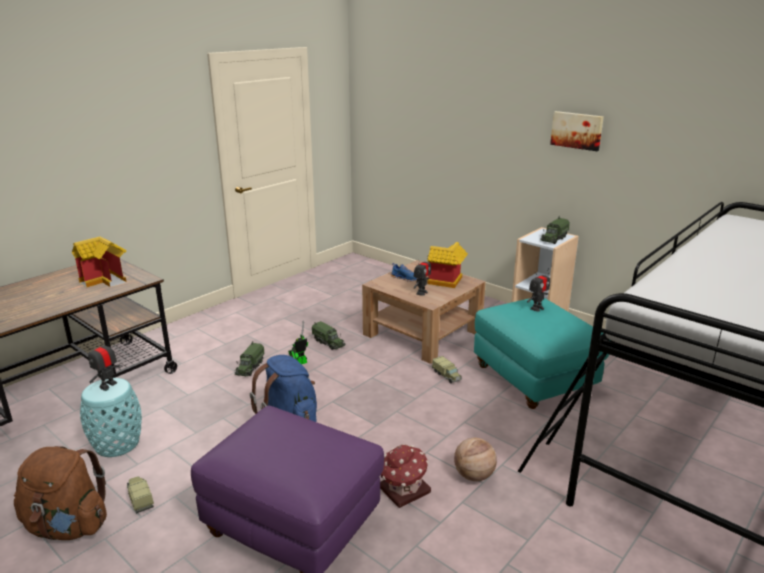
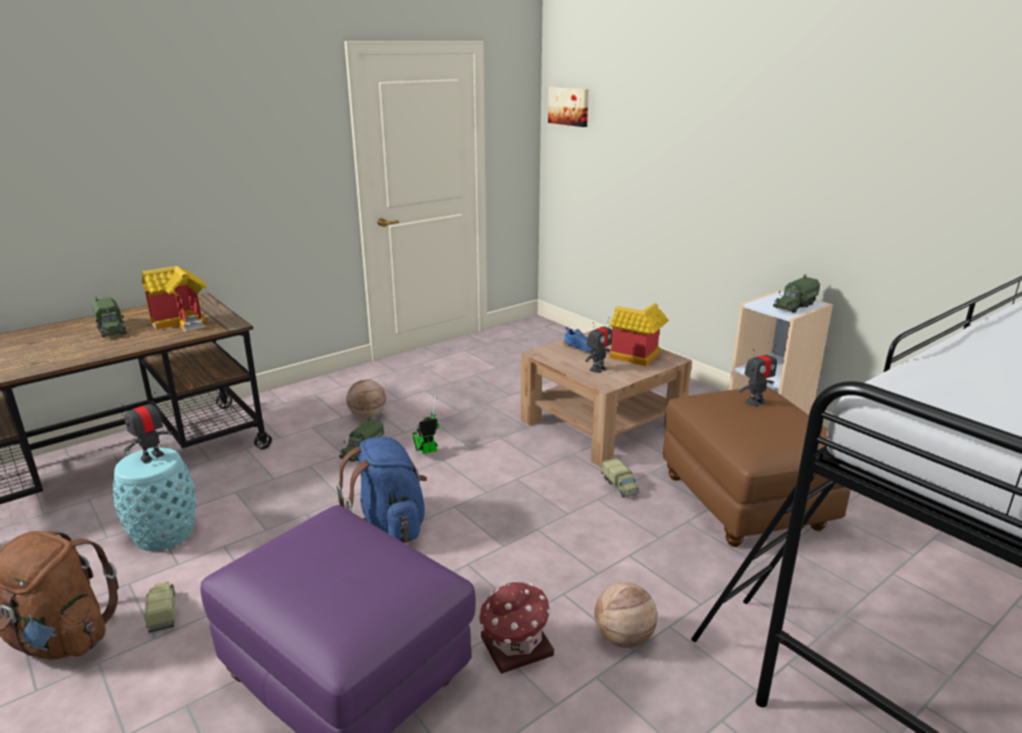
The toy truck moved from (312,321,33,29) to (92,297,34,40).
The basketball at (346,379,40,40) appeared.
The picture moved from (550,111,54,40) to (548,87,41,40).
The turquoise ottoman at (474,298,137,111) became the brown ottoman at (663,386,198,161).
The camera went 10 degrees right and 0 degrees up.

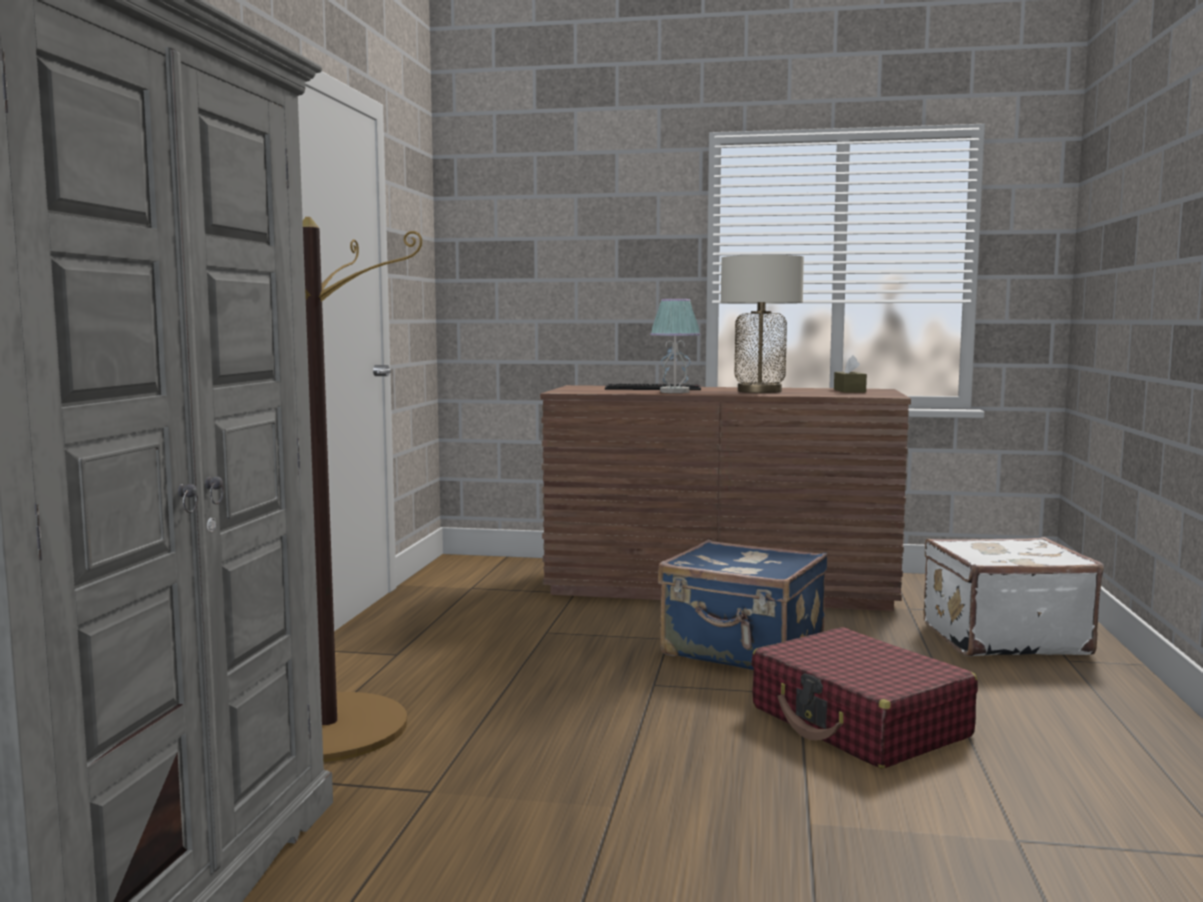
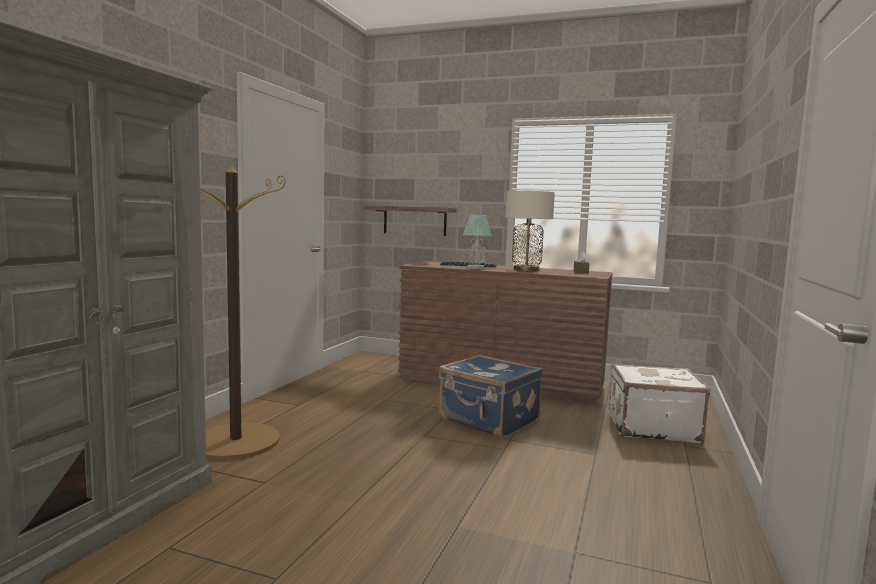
The shelf at (364,205,93,31) appeared.
The red suitcase at (751,627,227,142) disappeared.
The camera went 10 degrees right and 0 degrees up.

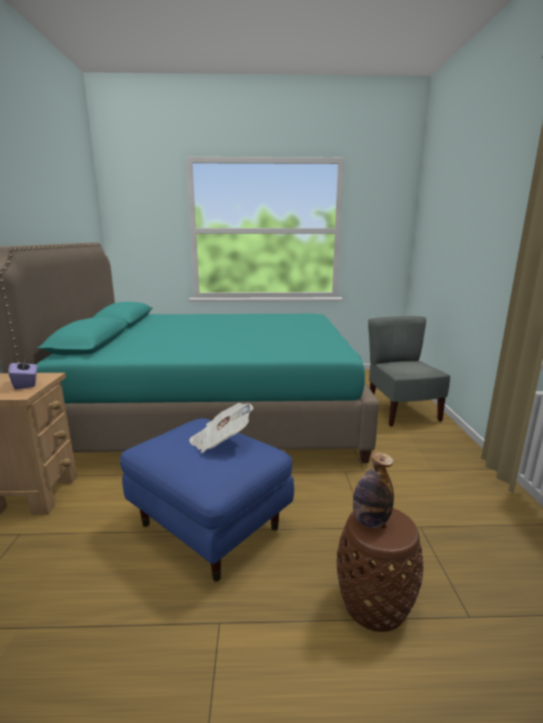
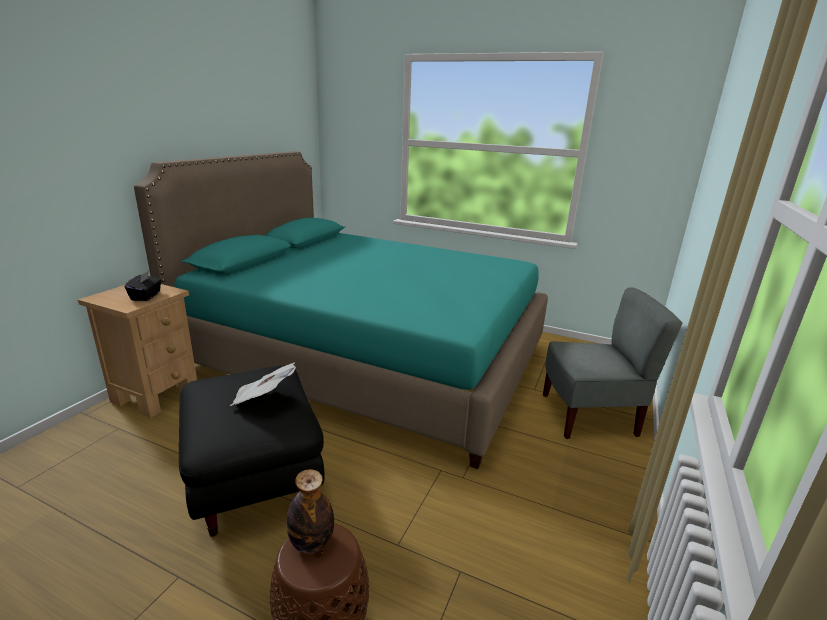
The purple tissue box at (8,358,29,31) became the black tissue box at (125,271,37,30).
The blue ottoman at (120,418,174,163) became the black ottoman at (179,366,146,171).
The grey chair at (368,316,82,111) turned 75 degrees clockwise.
The camera went 25 degrees right and 5 degrees up.

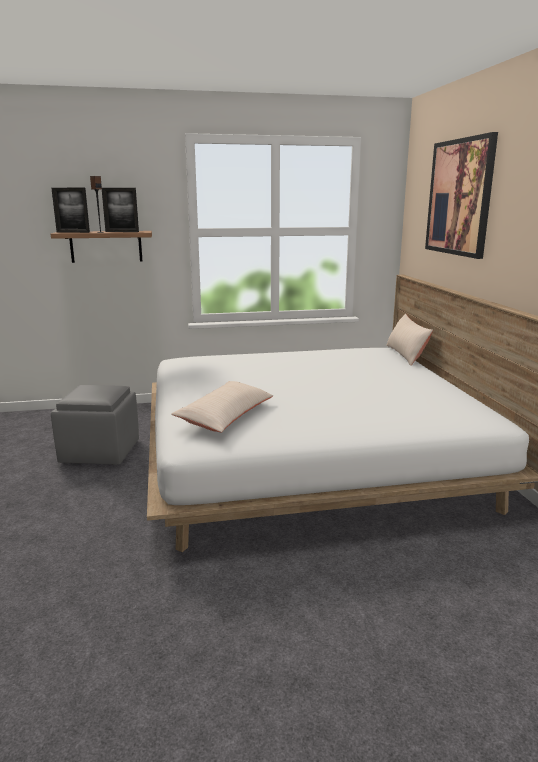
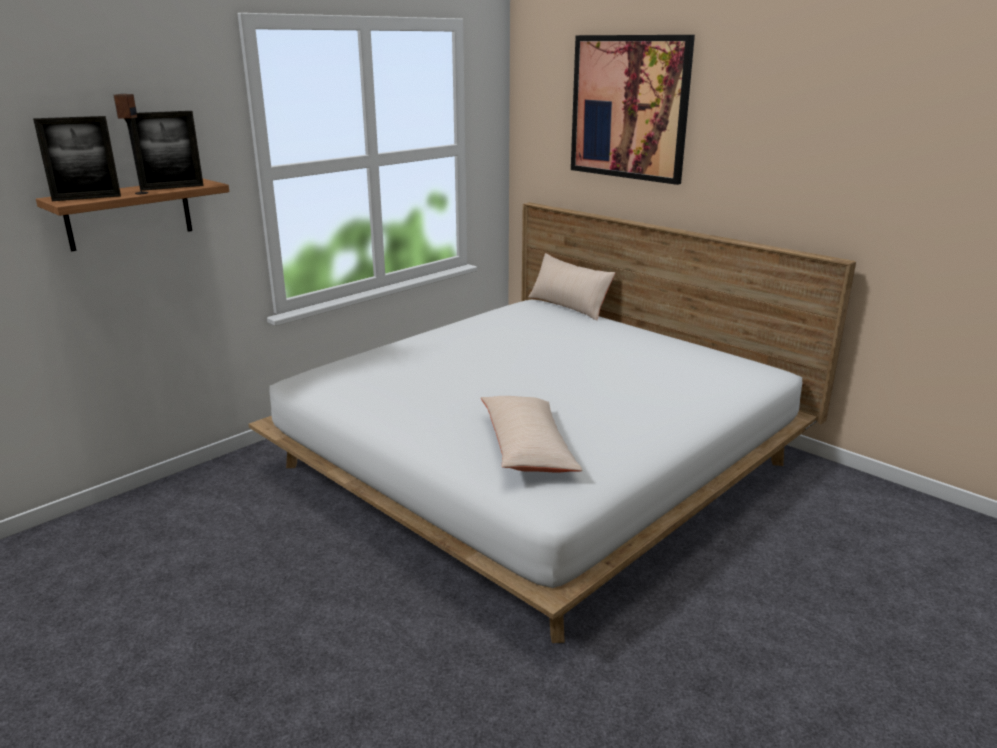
The grey ottoman at (51,385,88,80) disappeared.
The camera went 35 degrees left and 5 degrees up.

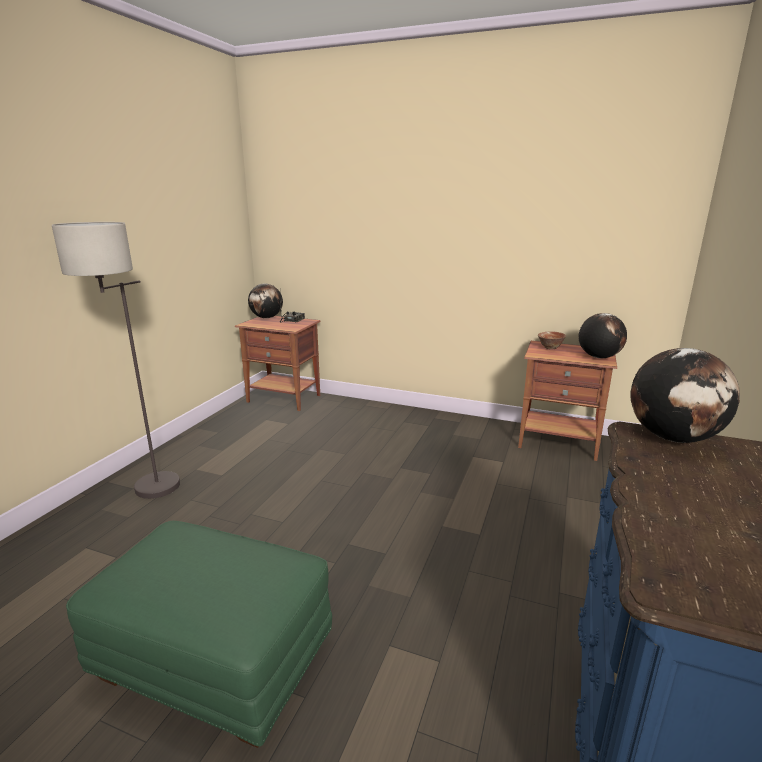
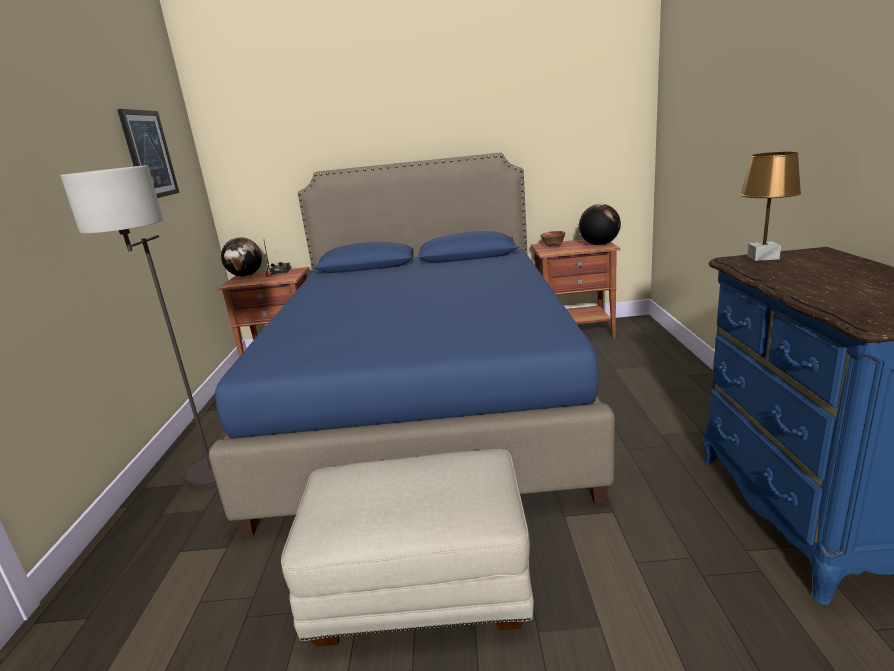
The picture at (117,109,62,89) appeared.
The blue bed at (209,152,406,386) appeared.
The green ottoman at (66,521,266,227) became the beige ottoman at (281,449,253,198).
The globe at (630,348,110,95) was replaced by the brown table lamp at (740,152,61,109).
The camera went 20 degrees left and 0 degrees up.

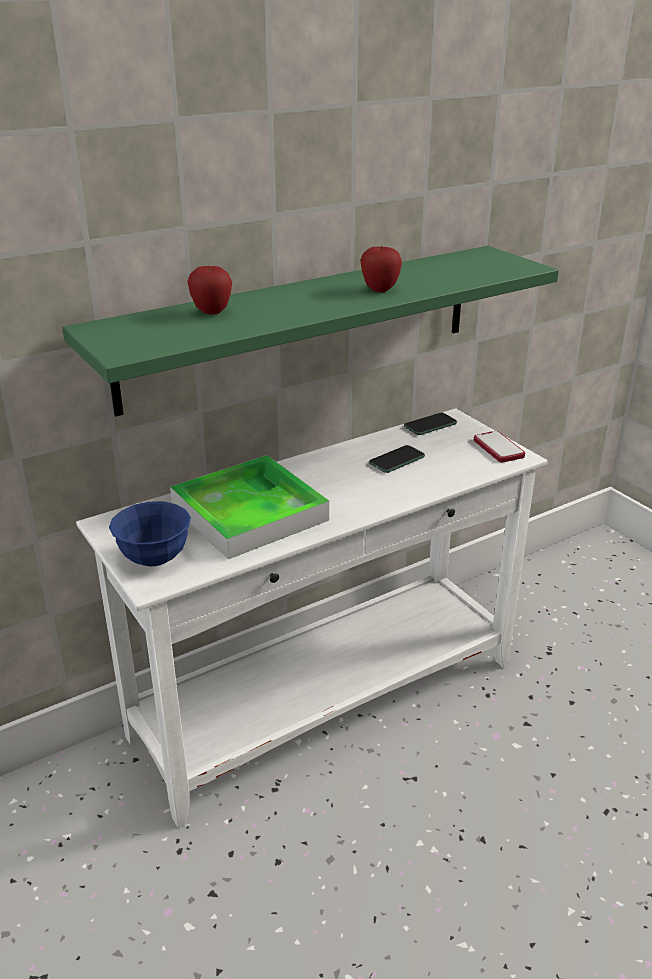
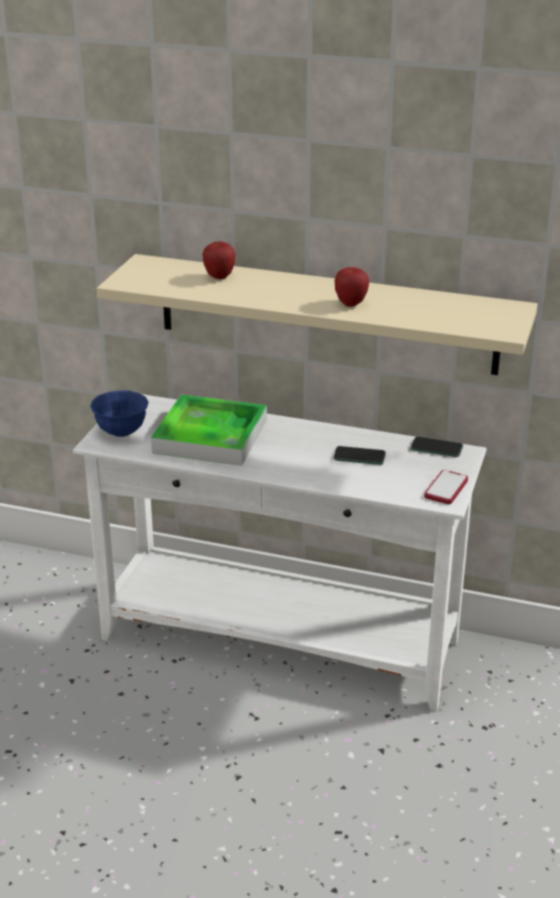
The green shelf at (62,246,497,171) became the beige shelf at (97,254,441,121).
The camera went 50 degrees right and 0 degrees up.

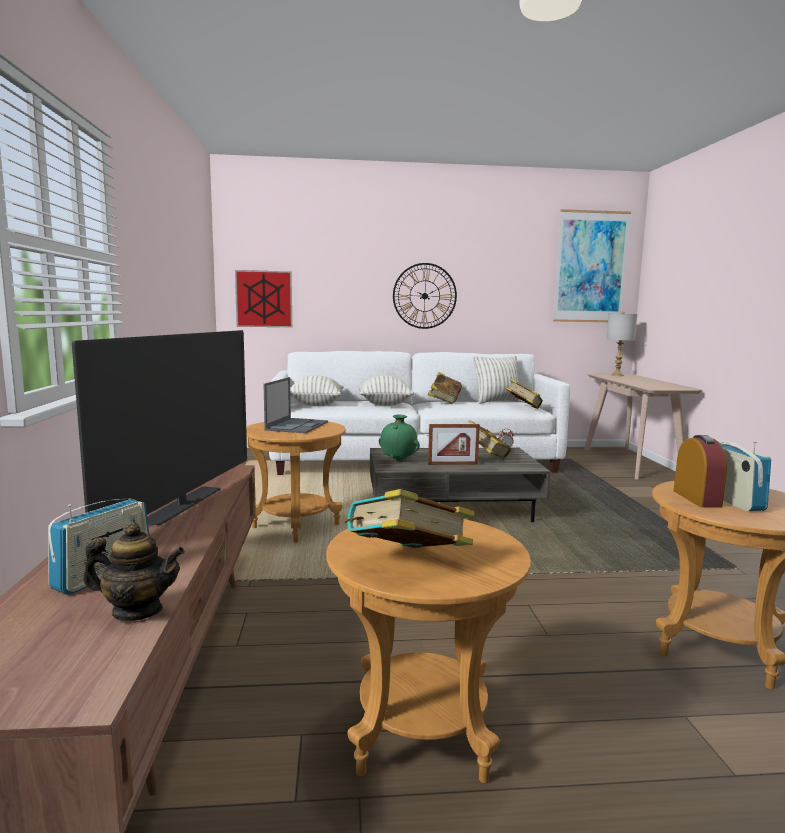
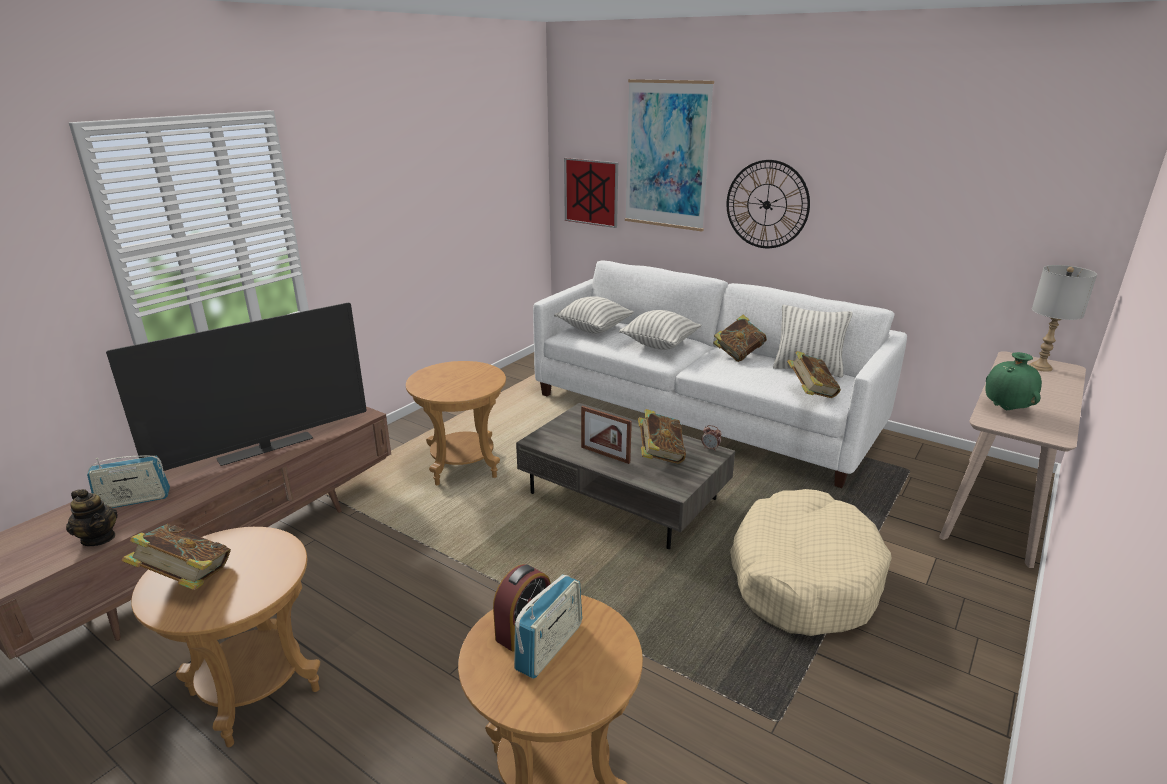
The picture moved from (553,209,78,113) to (625,79,89,152).
The beige dog bed at (730,489,162,147) appeared.
The green vase moved from (379,415,41,46) to (985,352,57,58).
The laptop at (264,377,64,56) disappeared.
The camera went 40 degrees right and 15 degrees up.

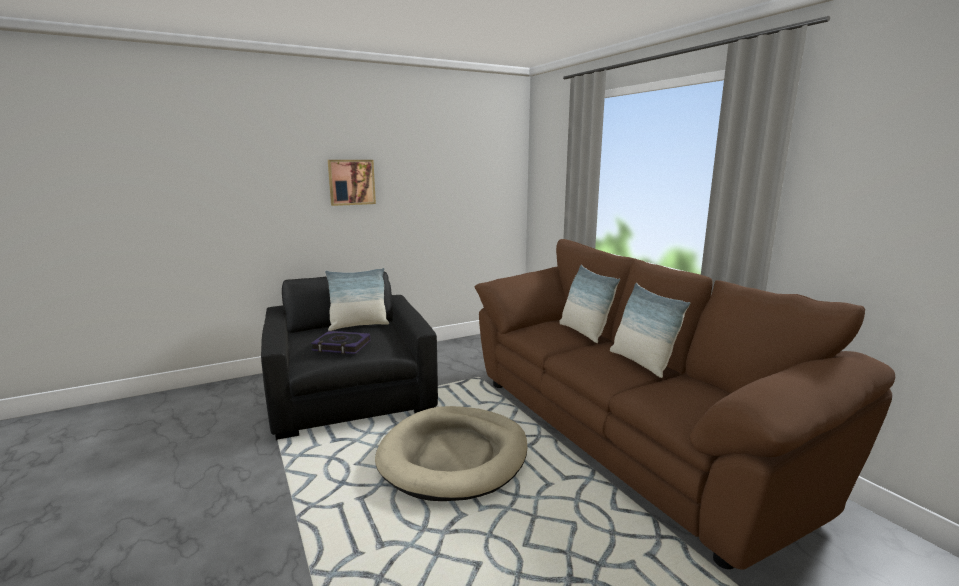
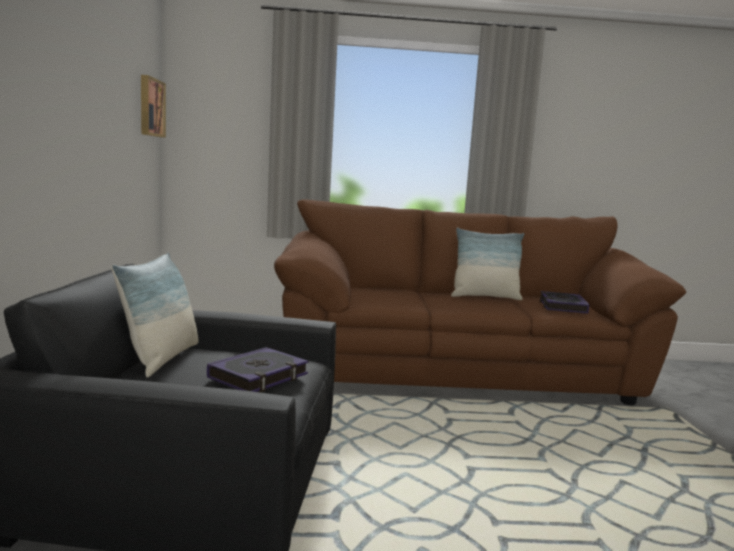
The picture moved from (328,160,48,46) to (141,75,25,63).
The book at (540,291,49,23) appeared.
The beige dog bed at (375,406,152,95) disappeared.
The pillow at (559,265,61,78) disappeared.
The camera went 65 degrees left and 5 degrees down.

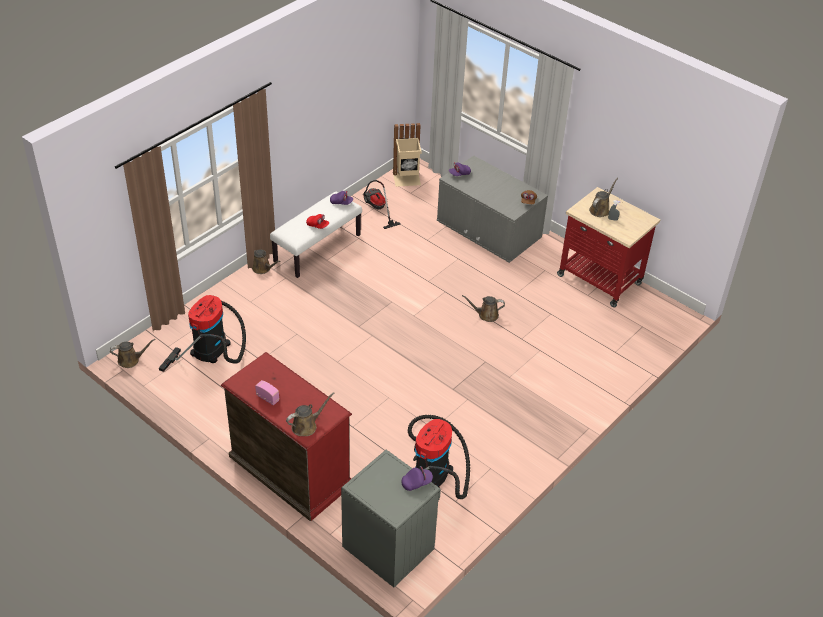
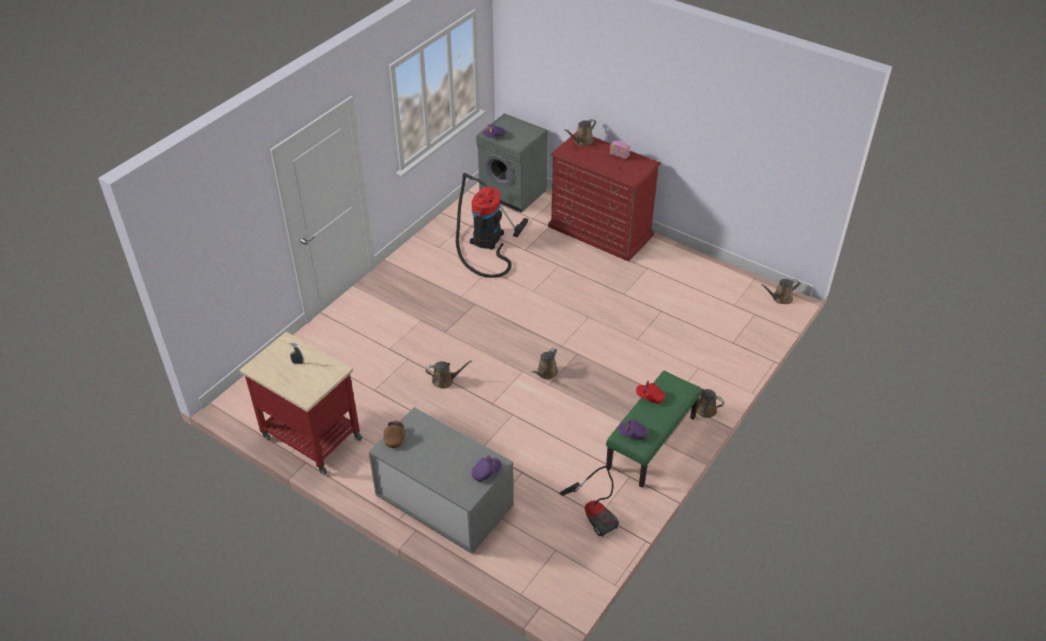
The brown watering can moved from (589,177,29,40) to (532,348,26,31).
The white bench at (270,192,92,86) became the green bench at (606,371,96,117).
The vacuum cleaner at (159,295,87,77) disappeared.
The beige trash can at (393,123,28,64) disappeared.
The camera went 175 degrees right and 0 degrees up.

